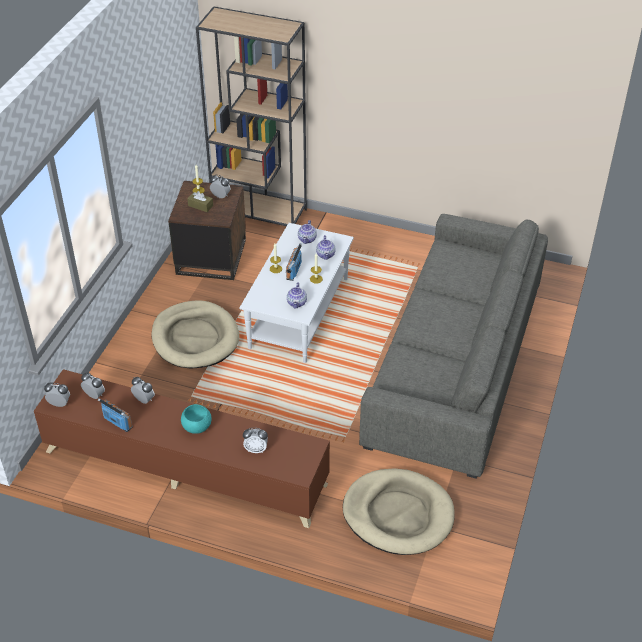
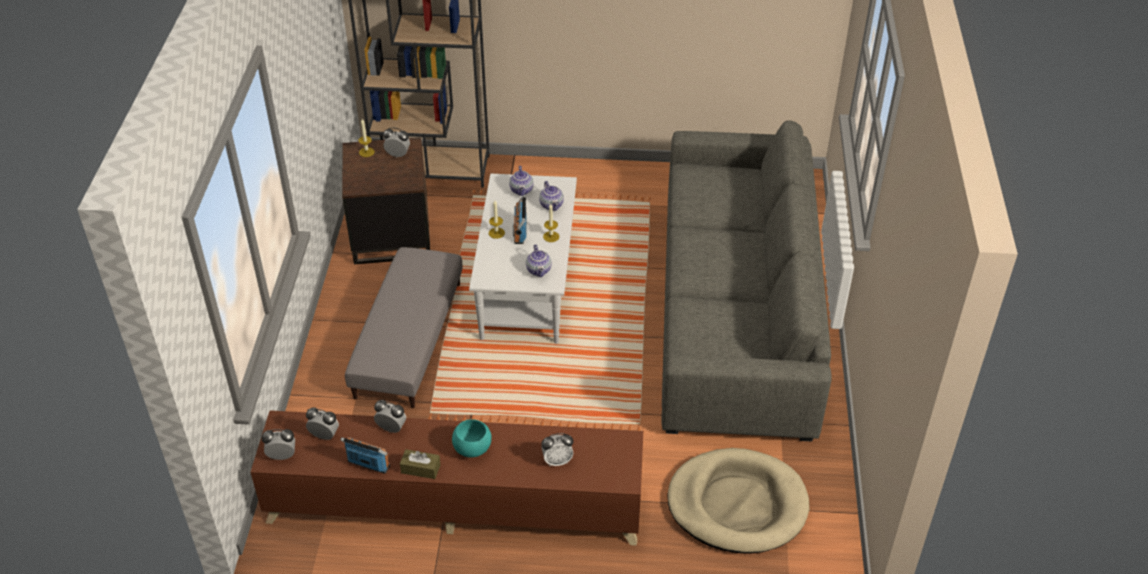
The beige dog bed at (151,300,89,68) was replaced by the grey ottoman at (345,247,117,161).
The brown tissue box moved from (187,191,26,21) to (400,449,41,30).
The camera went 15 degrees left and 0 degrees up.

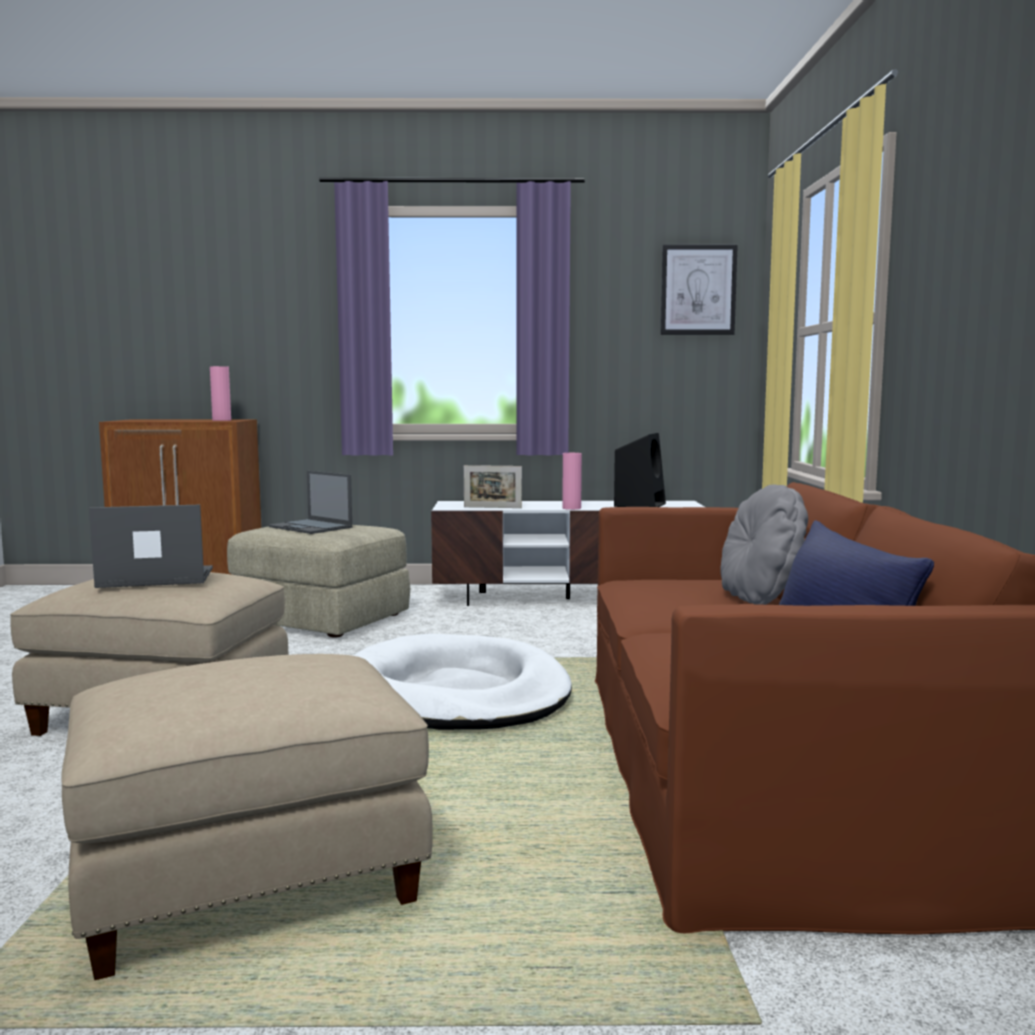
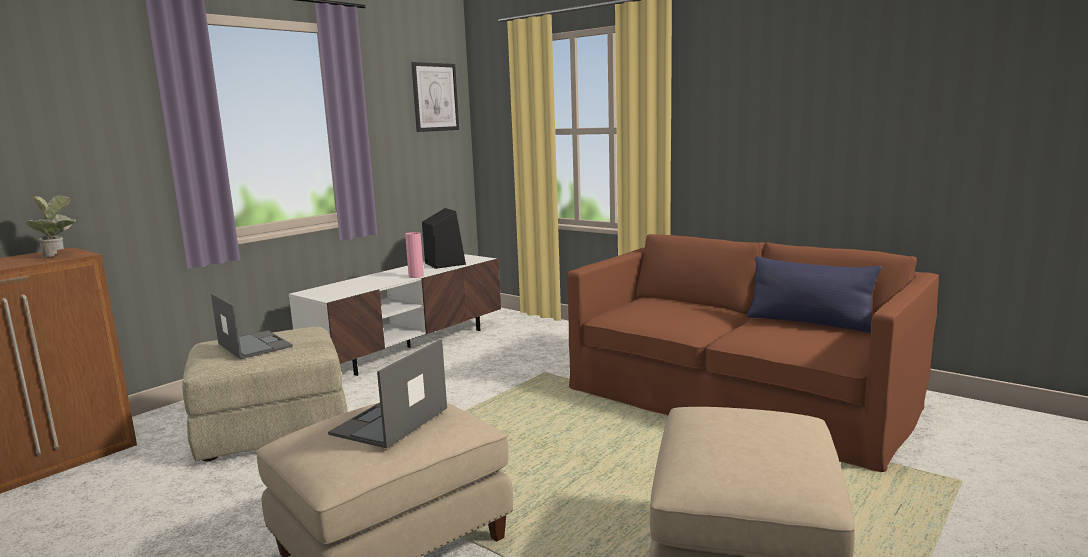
The pink vase at (210,366,21,55) was replaced by the potted plant at (25,195,51,63).
The laptop at (268,471,84,63) turned 120 degrees counterclockwise.
The white dog bed at (354,633,218,97) disappeared.
The picture frame at (464,465,58,43) disappeared.
The grey pillow at (720,485,88,120) disappeared.
The camera went 50 degrees left and 5 degrees up.

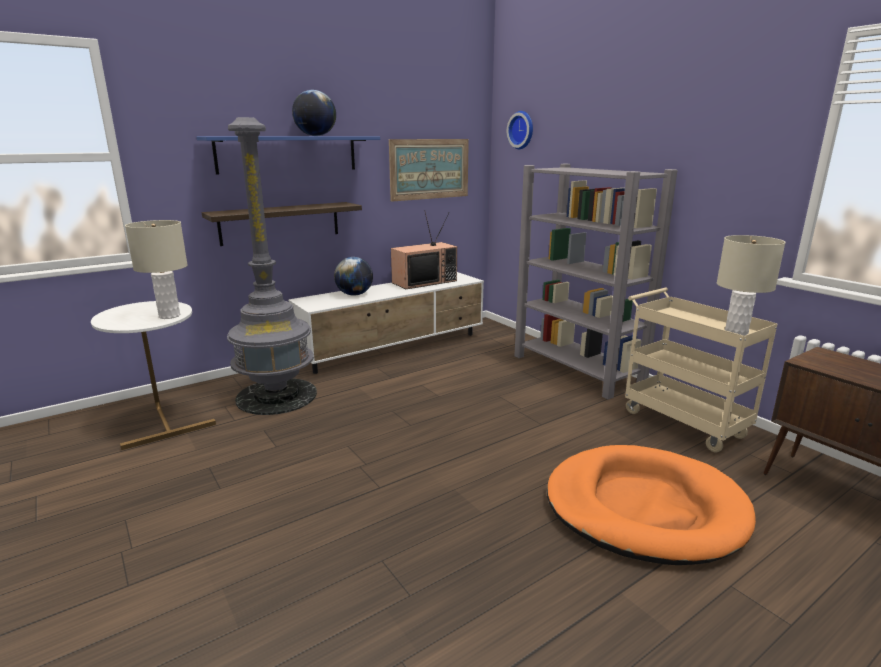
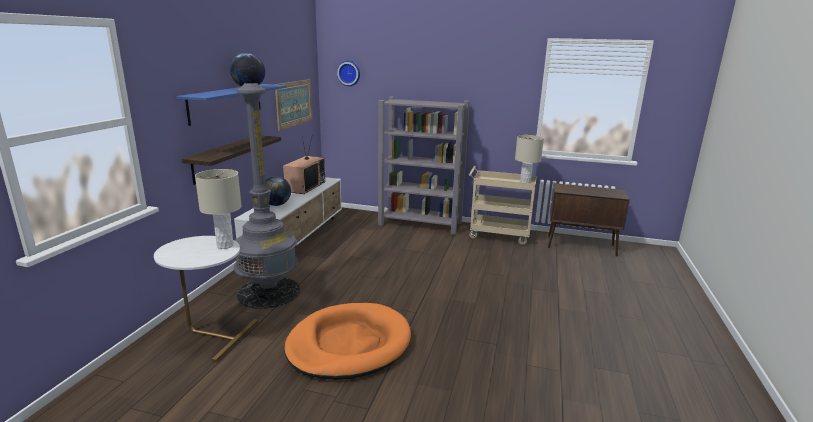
The orange dog bed moved from (547,445,209,120) to (285,303,126,77).
The camera went 40 degrees left and 0 degrees up.

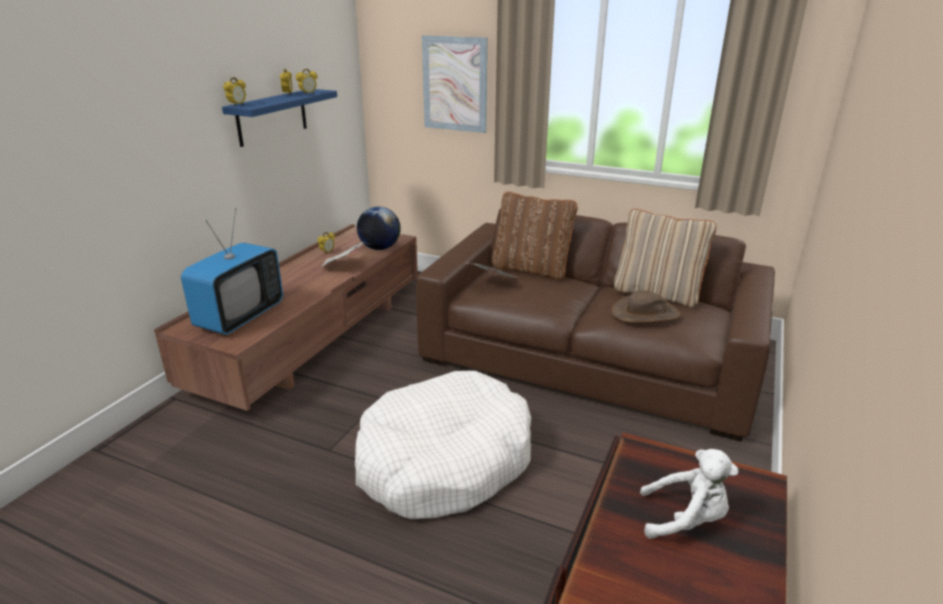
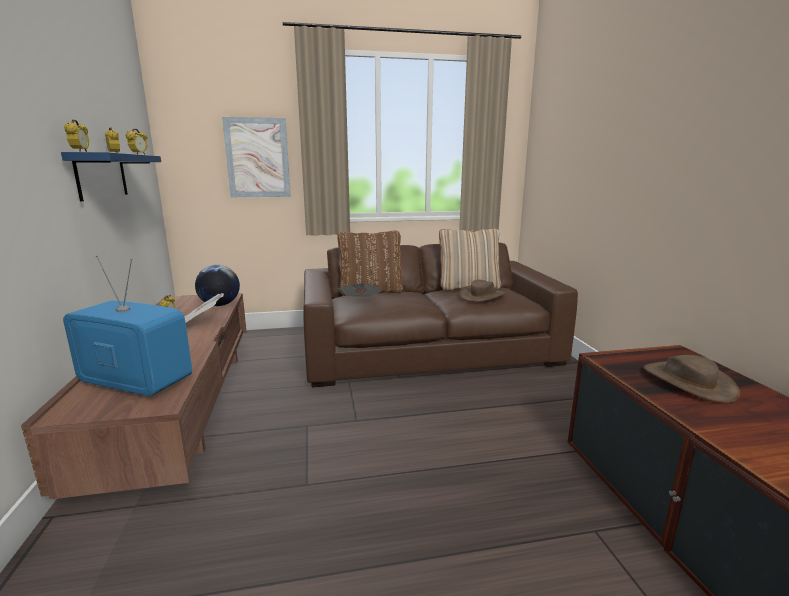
The television at (181,208,102,127) turned 60 degrees counterclockwise.
The white plush toy at (640,449,99,90) was replaced by the brown hat at (643,355,97,48).
The white dog bed at (355,371,176,148) disappeared.
The camera went 35 degrees left and 10 degrees down.

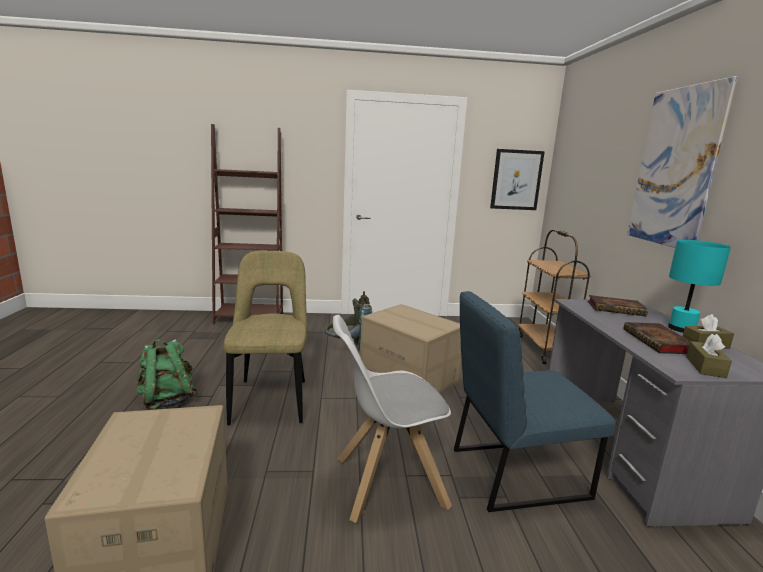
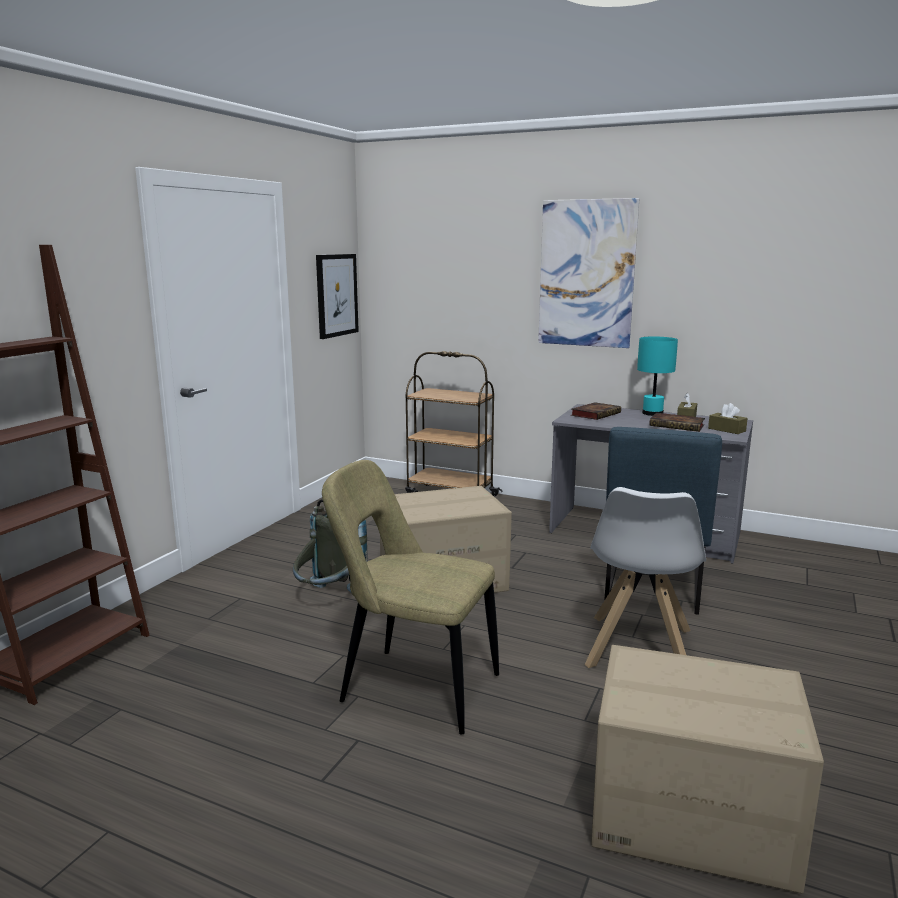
The green backpack at (136,339,62,71) disappeared.
The camera went 60 degrees left and 0 degrees up.

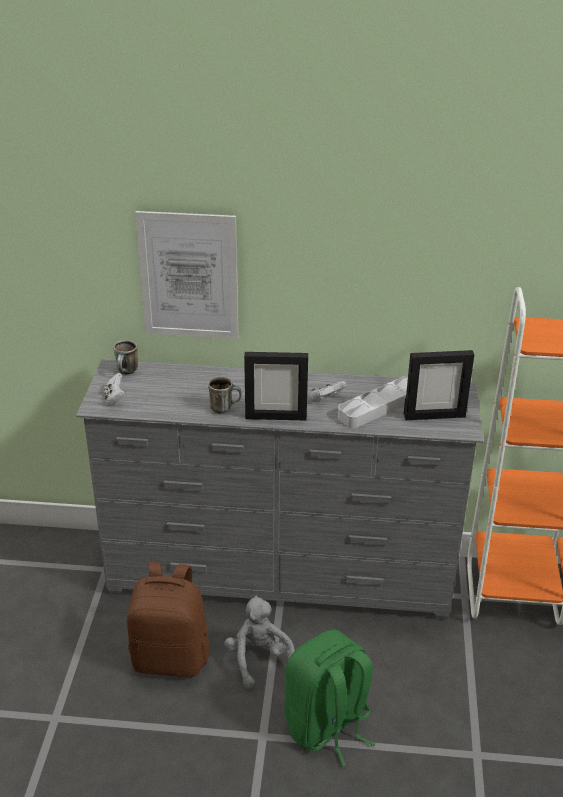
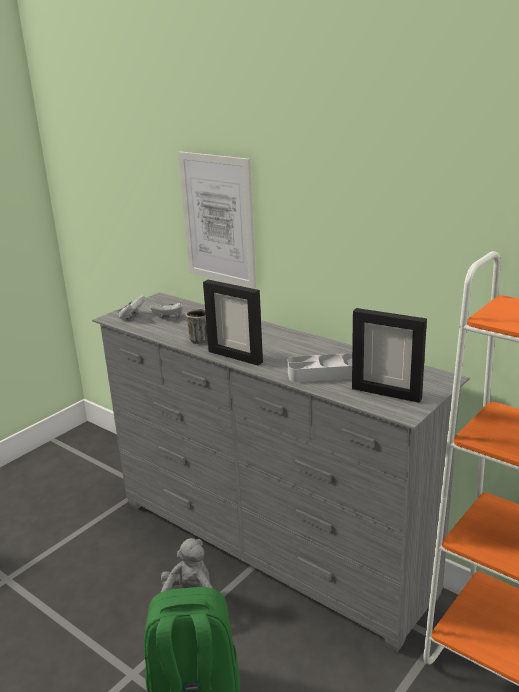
The white game controller moved from (311,381,35,21) to (150,303,33,15).
The mug at (113,340,25,35) disappeared.
The brown backpack at (127,562,83,115) disappeared.
The camera went 35 degrees right and 10 degrees down.

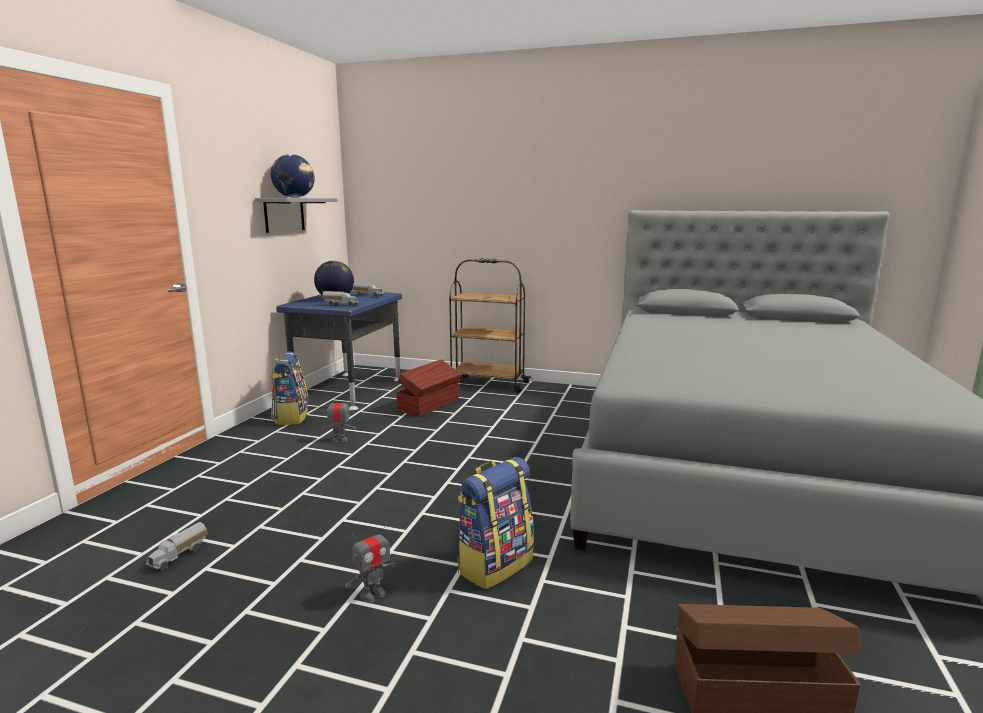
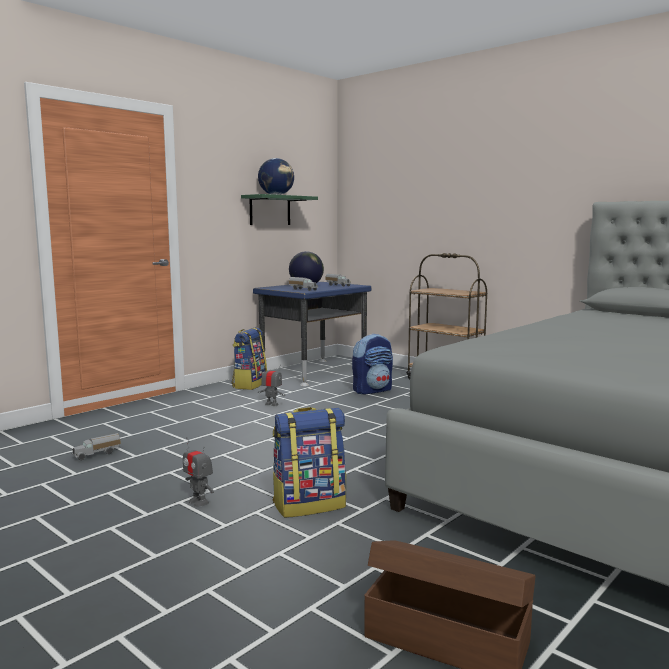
The toy robot at (345,522,51,80) turned 60 degrees clockwise.
The grey shelf at (254,198,84,35) became the green shelf at (241,194,77,31).
The brown storage box at (396,359,65,58) was replaced by the backpack at (352,334,41,61).
The camera went 25 degrees right and 5 degrees down.

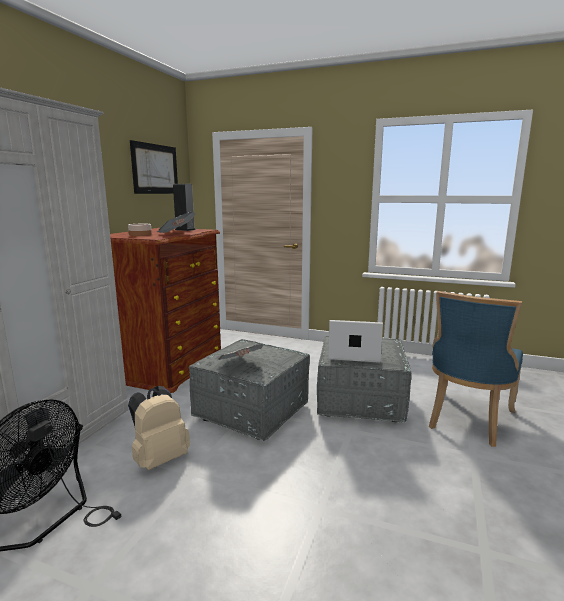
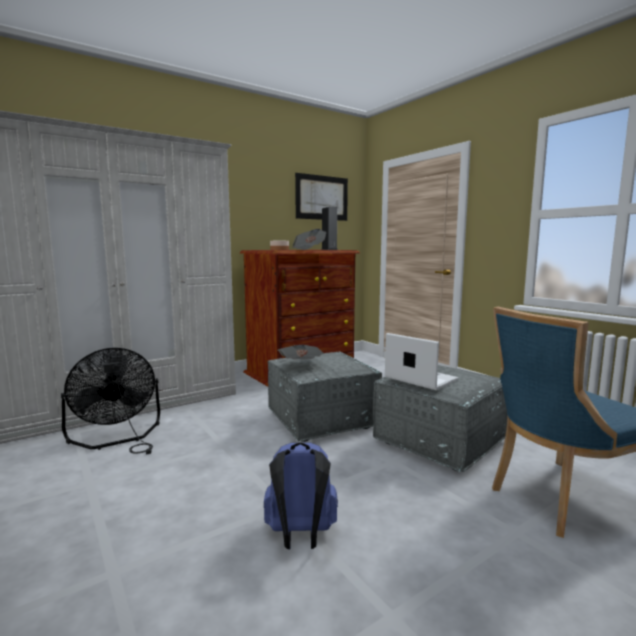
The blue backpack at (264,442,74,107) appeared.
The beige backpack at (128,386,62,84) disappeared.
The camera went 35 degrees right and 5 degrees down.

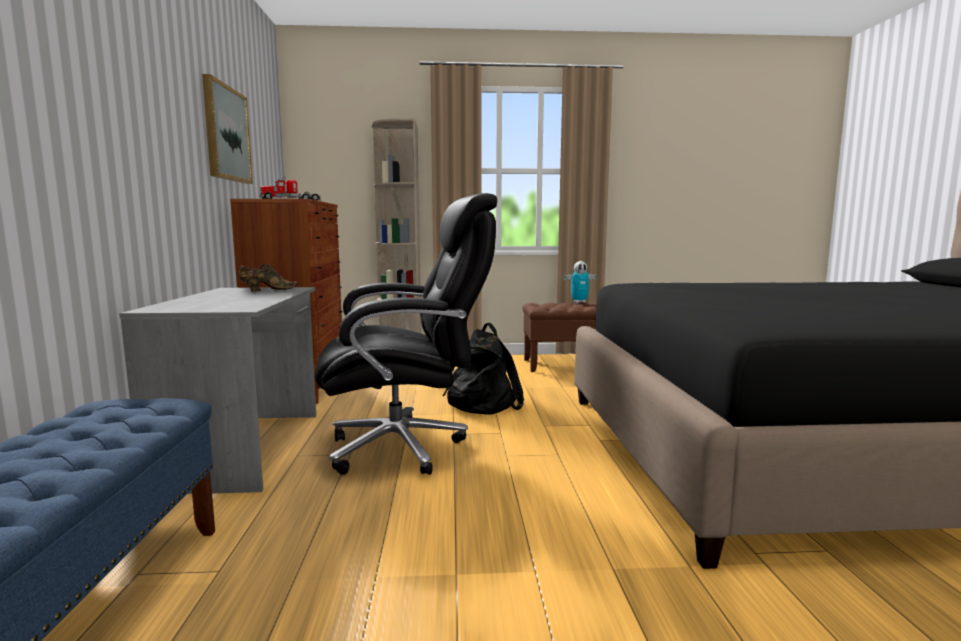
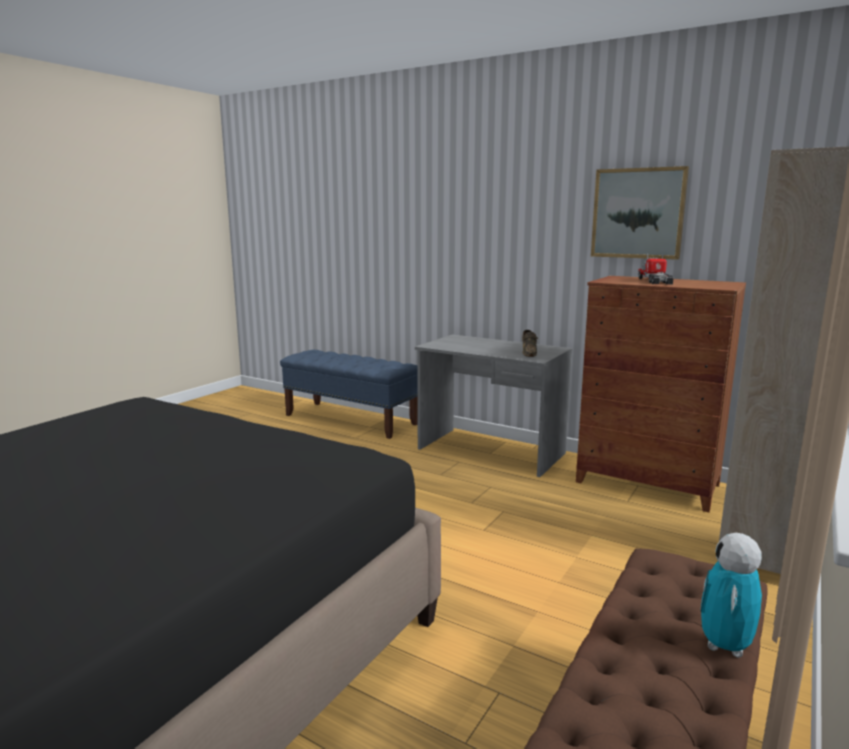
The black office chair at (315,193,182,282) disappeared.
The black backpack at (442,323,82,92) disappeared.
The camera went 125 degrees right and 5 degrees up.

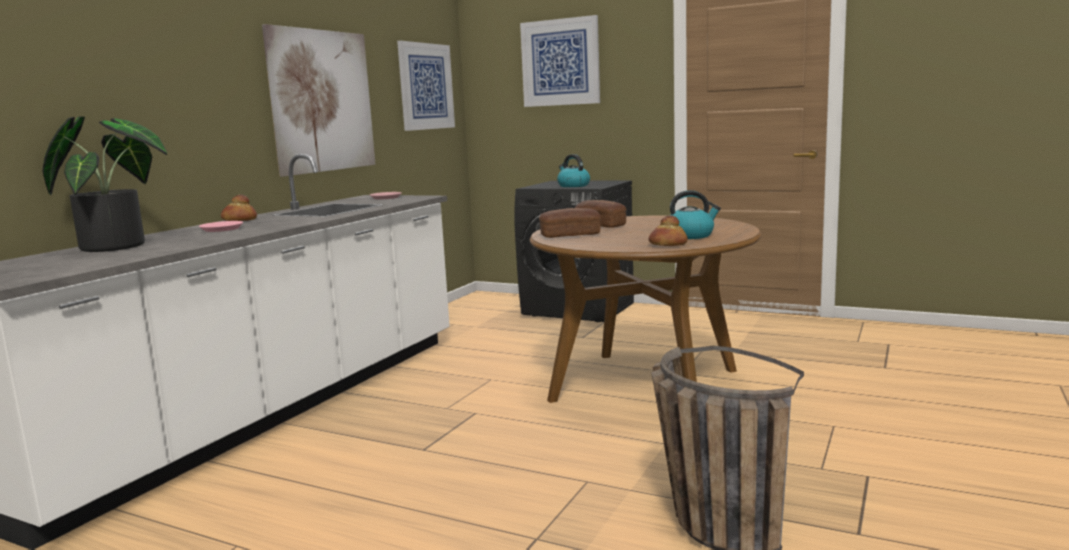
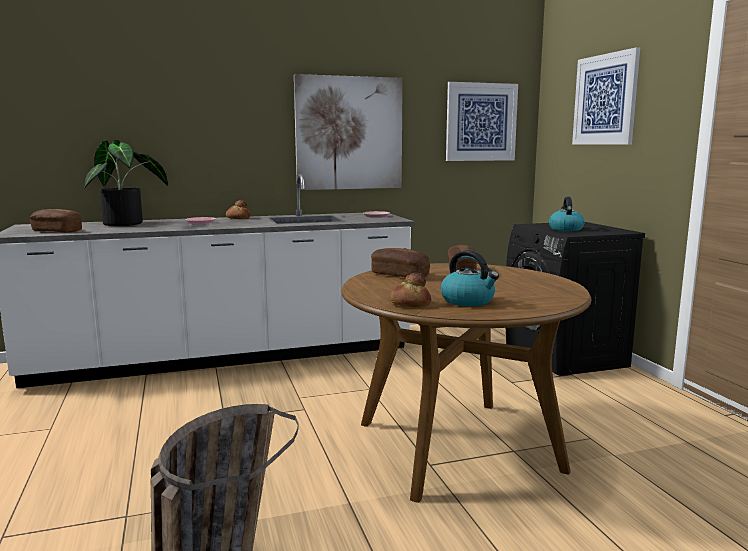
The bread at (30,209,52,24) appeared.
The camera went 45 degrees right and 0 degrees up.

